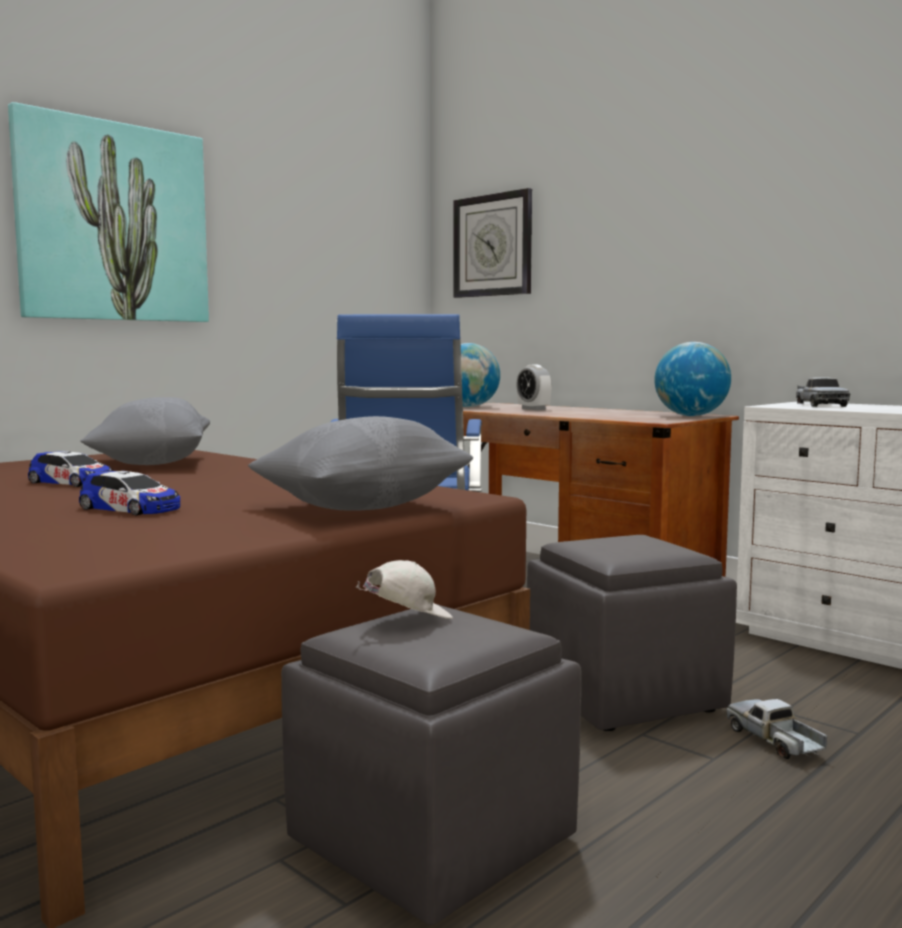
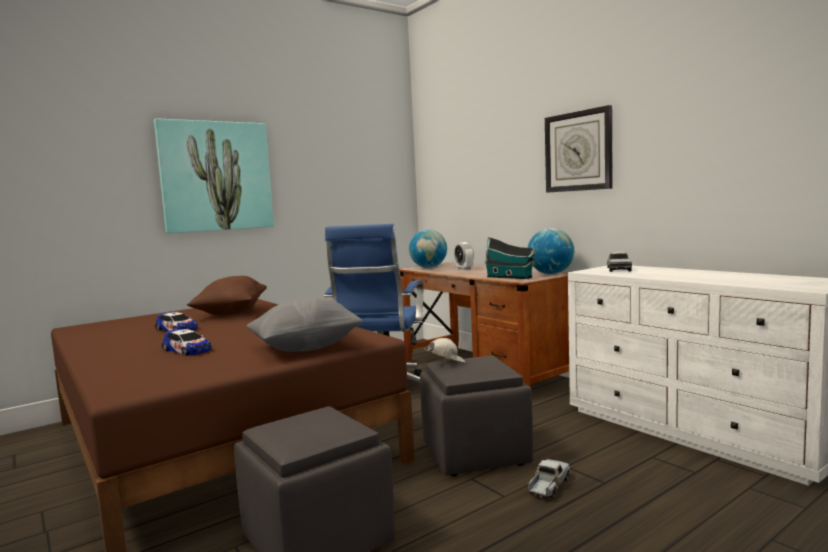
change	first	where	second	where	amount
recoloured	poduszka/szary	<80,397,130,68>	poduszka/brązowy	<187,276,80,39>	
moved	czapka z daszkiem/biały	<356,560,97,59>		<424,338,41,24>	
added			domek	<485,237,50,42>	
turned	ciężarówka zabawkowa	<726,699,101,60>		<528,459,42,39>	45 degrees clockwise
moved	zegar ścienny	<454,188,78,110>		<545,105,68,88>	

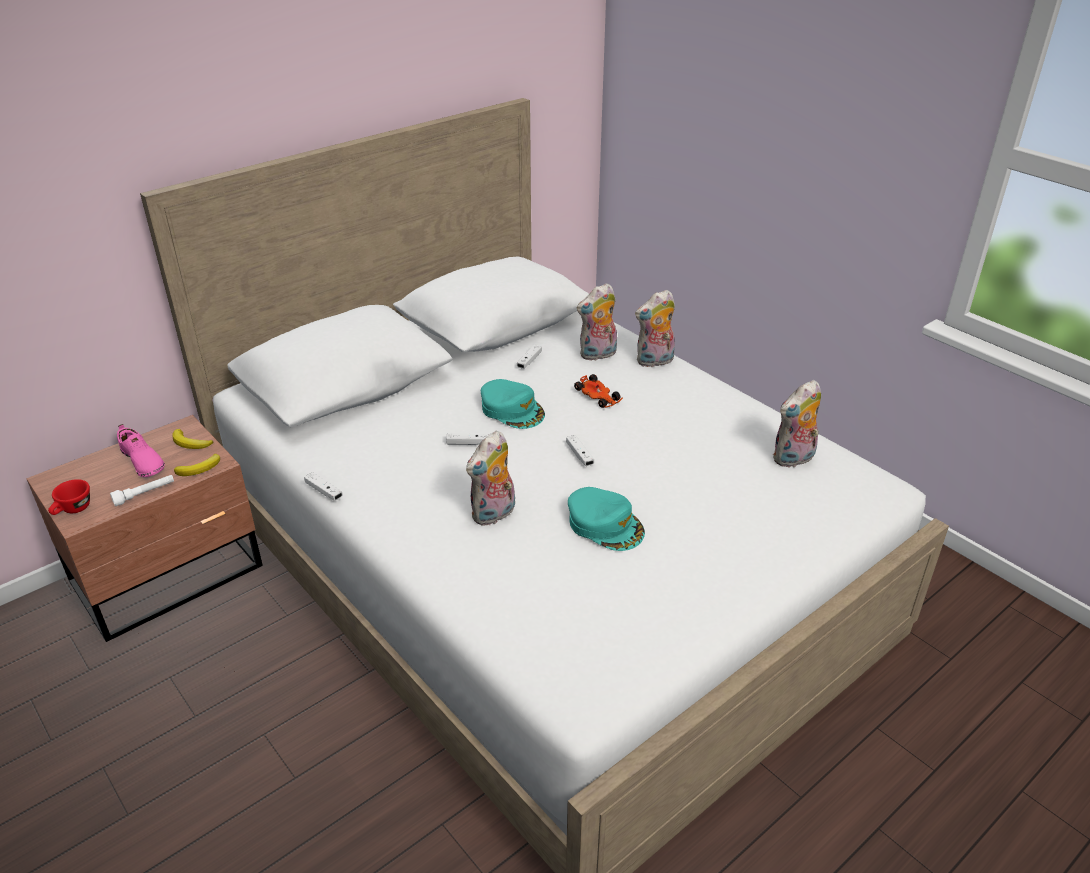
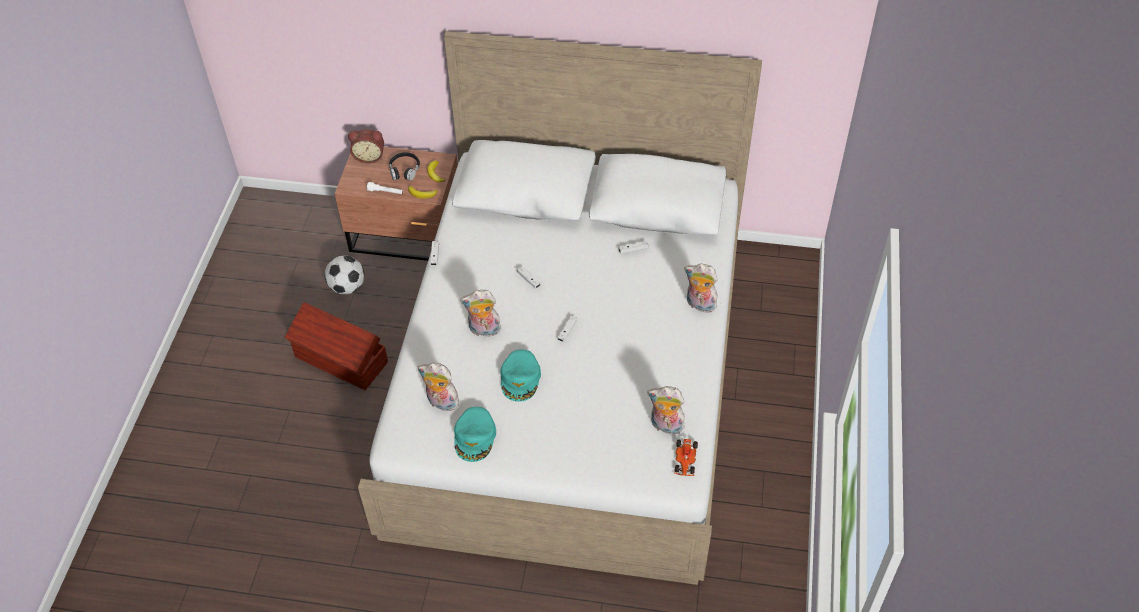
change	first	where	second	where	amount
added			pojemnik do przechowywania/brązowy	<285,302,103,88>	
added			piłka futbolowa	<325,256,40,38>	
added			budzik	<348,130,36,33>	
replaced	but/różowy	<117,424,48,53>	słuchawki/czarny	<389,152,31,29>	
moved	pluszak	<577,283,40,78>		<418,363,41,48>	
moved	czapka z daszkiem/turkusowy	<481,379,64,50>		<454,407,42,55>	
moved	samochodzik	<574,374,49,34>		<674,439,24,37>	
removed	filiżanka/czerwony	<48,479,42,36>			

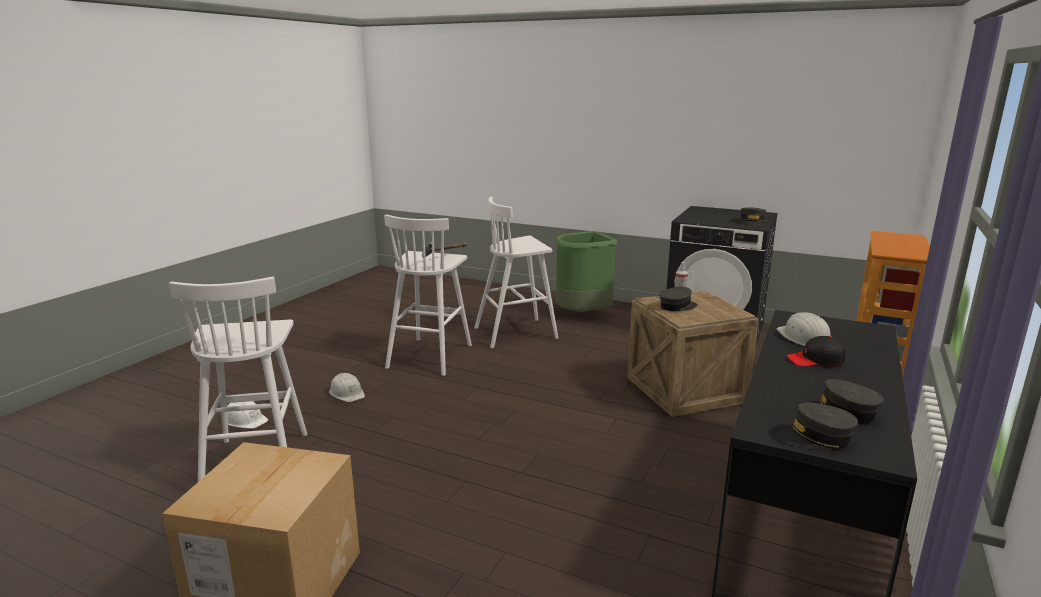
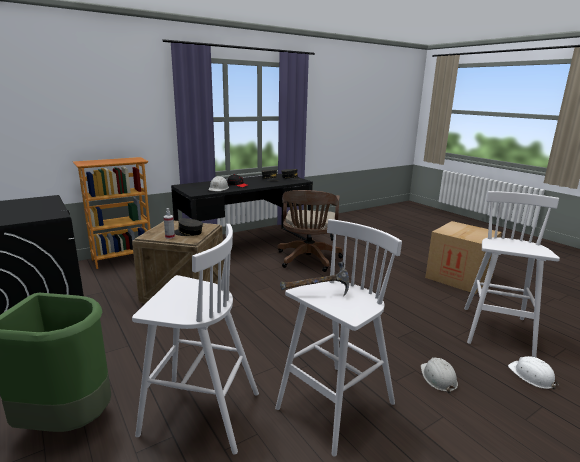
change	first	where	second	where	amount
added			krzesło biurowe/brązowy	<278,190,65,82>	
removed	czapka z daszkiem/szary	<740,207,26,19>			

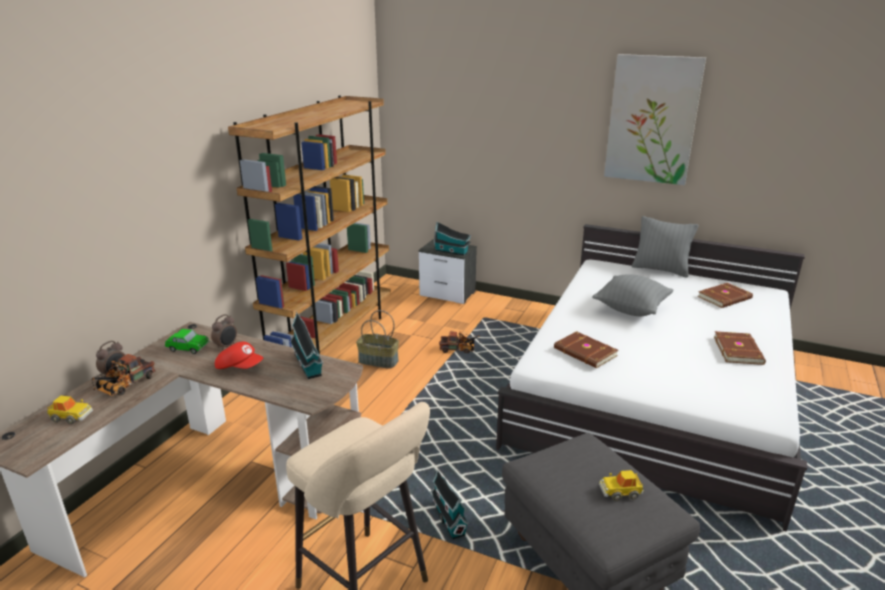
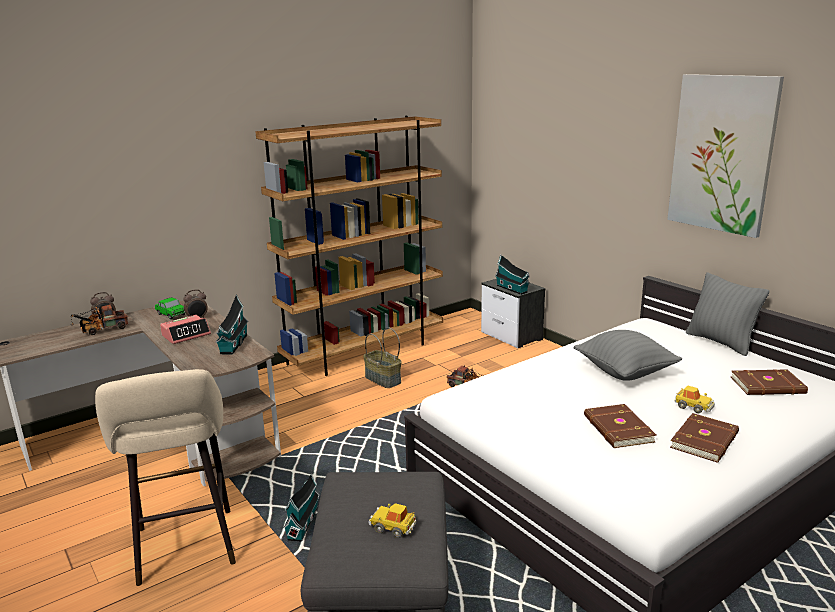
change	first	where	second	where	amount
replaced	czapka z daszkiem/czerwony	<215,342,48,27>	budzik	<160,315,51,29>	
moved	książka/brązowy	<554,331,64,37>		<584,404,72,44>	
moved	samochodzik	<47,396,46,28>		<674,386,41,27>	

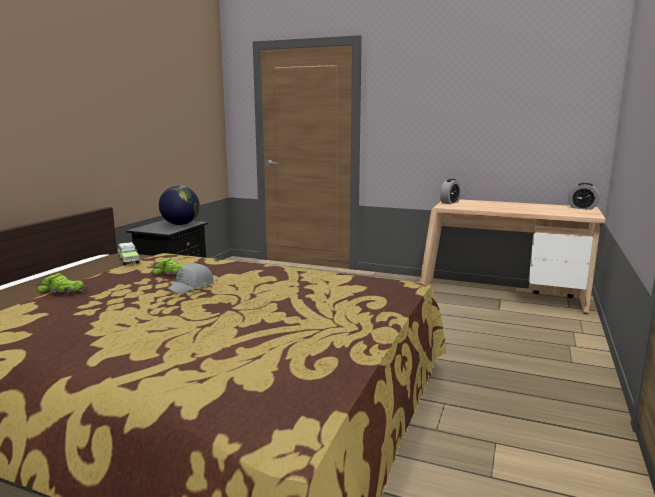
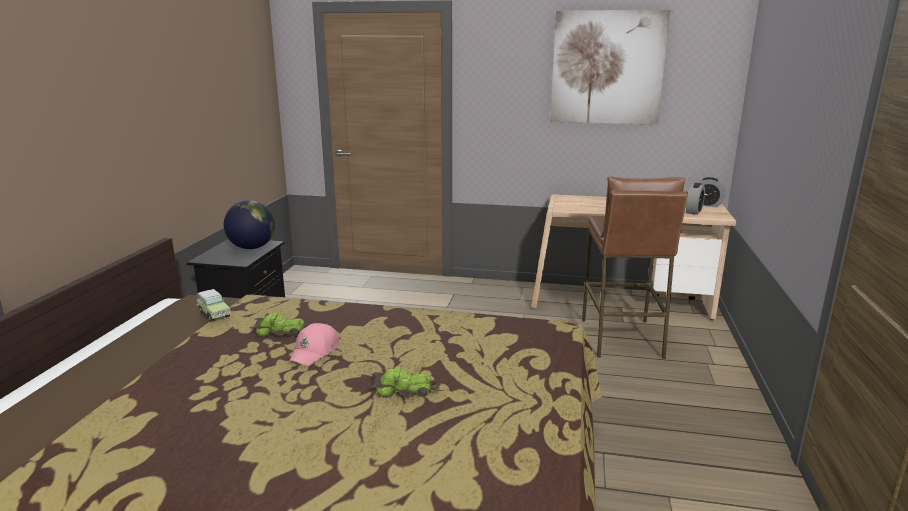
change	first	where	second	where	amount
recoloured	czapka z daszkiem/szary	<166,263,47,31>	czapka z daszkiem/różowy	<289,323,50,43>	
moved	samochodzik	<31,273,61,22>		<370,366,74,32>	
added			obraz	<550,10,120,115>	
added			stołek/brązowy	<582,176,106,183>	
moved	budzik	<440,179,21,25>		<686,183,19,32>	

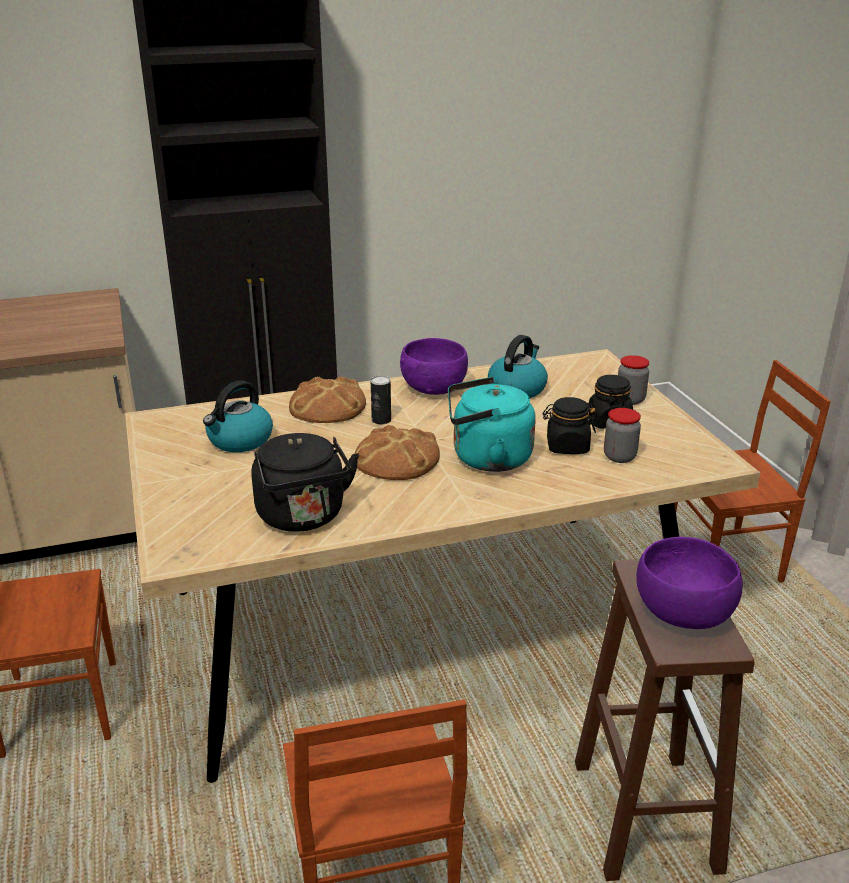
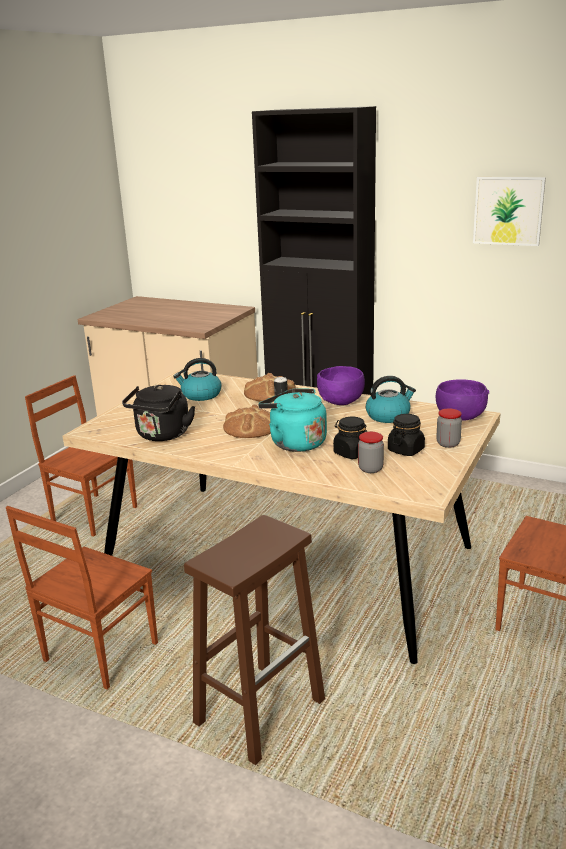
change	first	where	second	where	amount
moved	miska/fioletowy	<636,537,107,92>		<436,379,53,42>	
added			obraz	<473,177,73,69>	

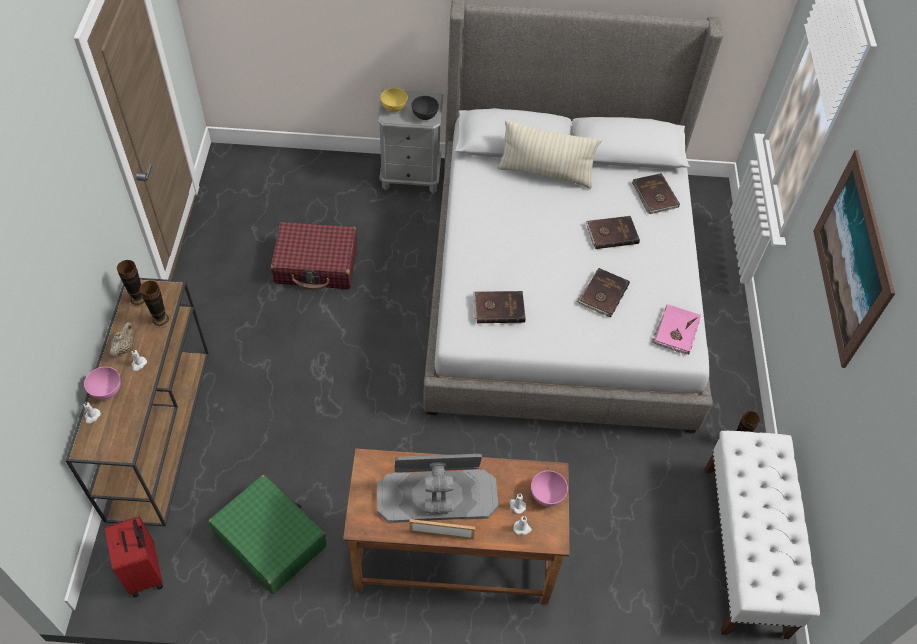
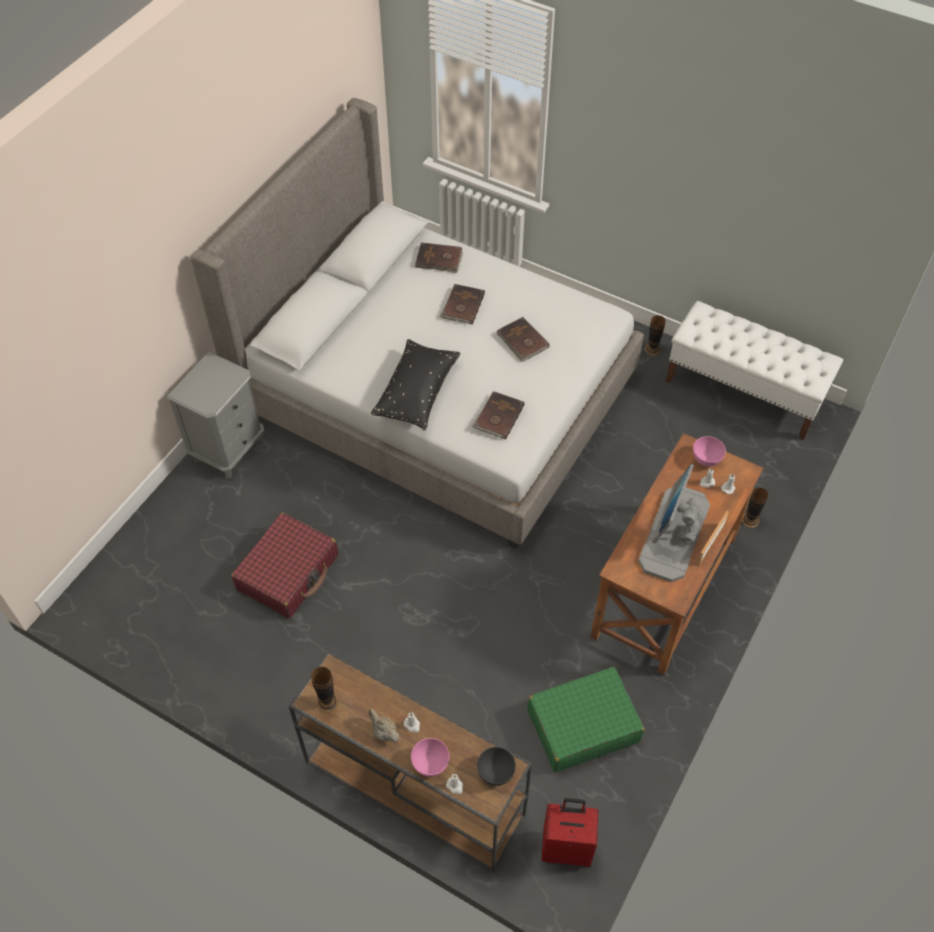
change	first	where	second	where	amount
added			poduszka/czarny	<371,339,89,91>	
moved	miska/szary	<412,96,27,24>		<477,747,39,39>	
moved	wazon	<140,281,31,47>		<742,487,27,41>	
removed	miska/żółty	<380,88,28,24>			
removed	poduszka/beżowy	<498,120,104,69>			
removed	książka/różowy	<652,304,49,51>			
removed	obraz	<813,150,83,218>			

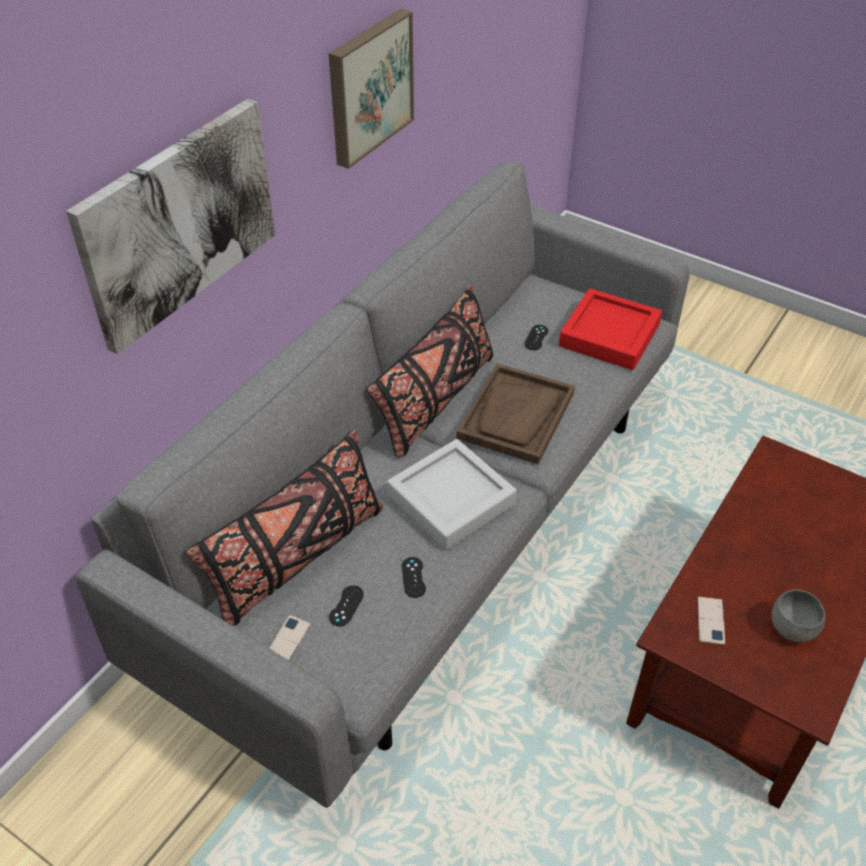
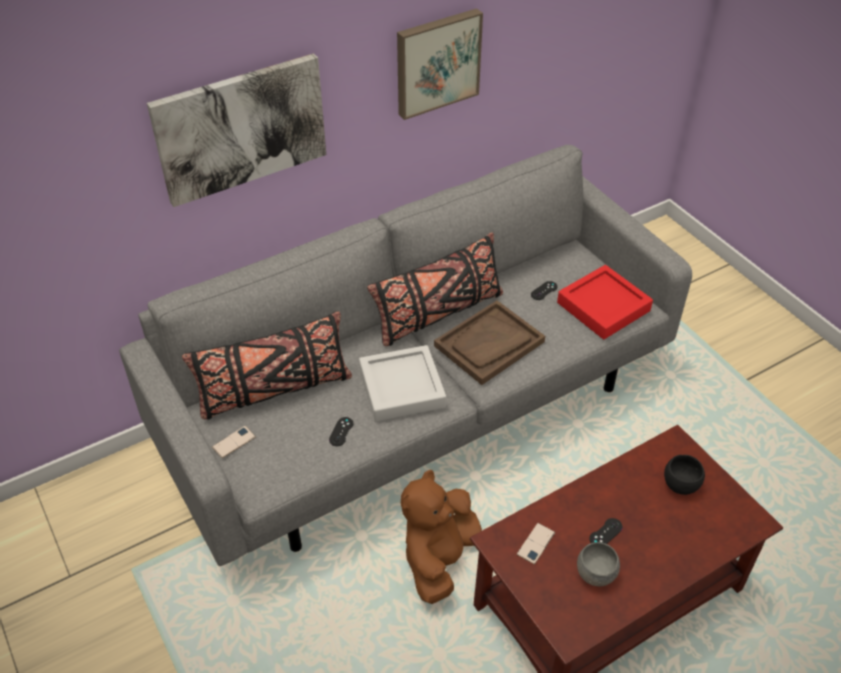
change	first	where	second	where	amount
added			pluszak/brązowy	<401,470,81,134>	
moved	pad do gier/czarny	<329,585,35,41>		<589,518,34,26>	
added			miska/czarny	<664,455,41,40>	

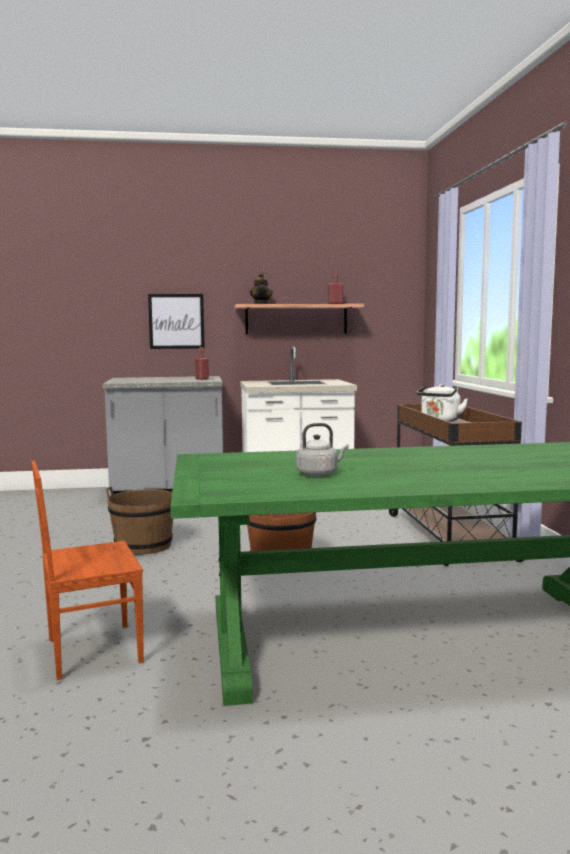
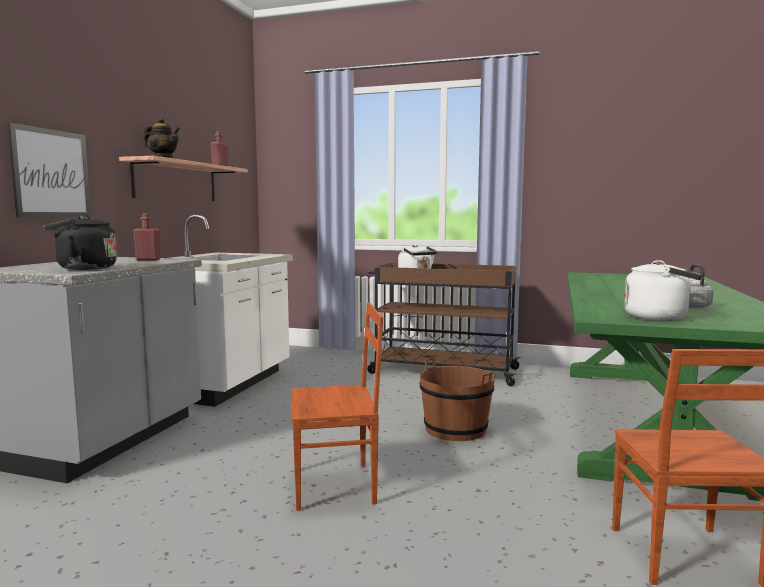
change	first	where	second	where	amount
added			czajnik/czarny	<42,215,75,55>	
replaced	wiadro/brązowy	<106,486,67,69>	krzesło/brązowy	<291,302,92,209>	
added			czajnik/biały	<624,260,78,61>	

